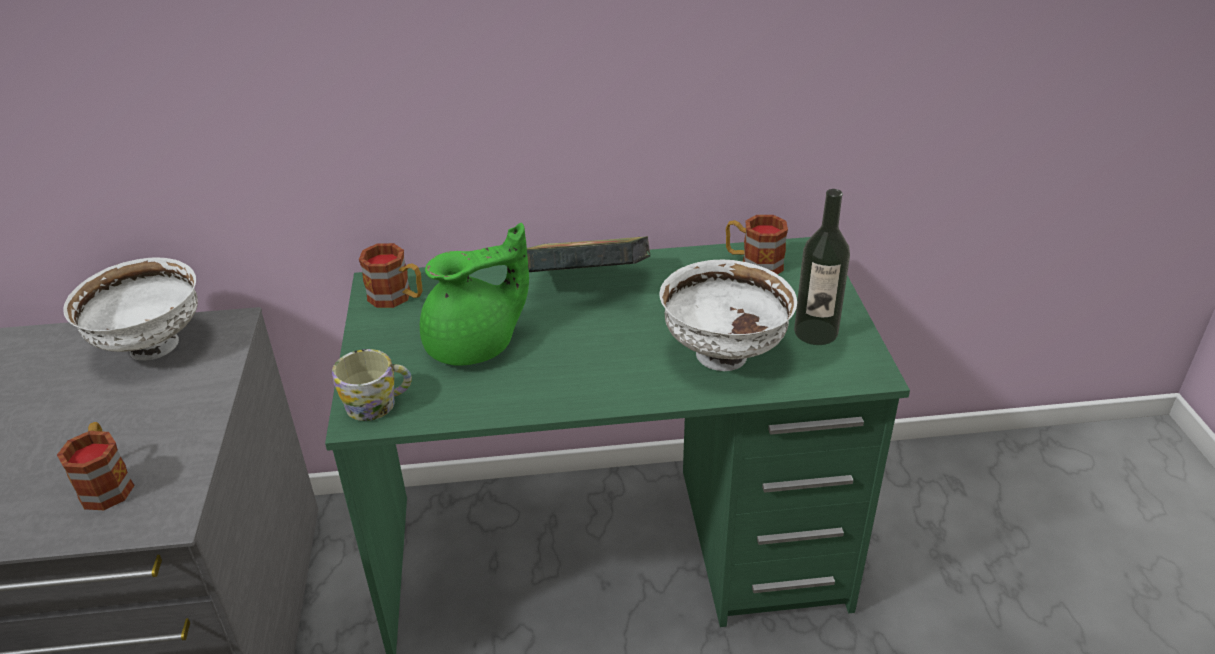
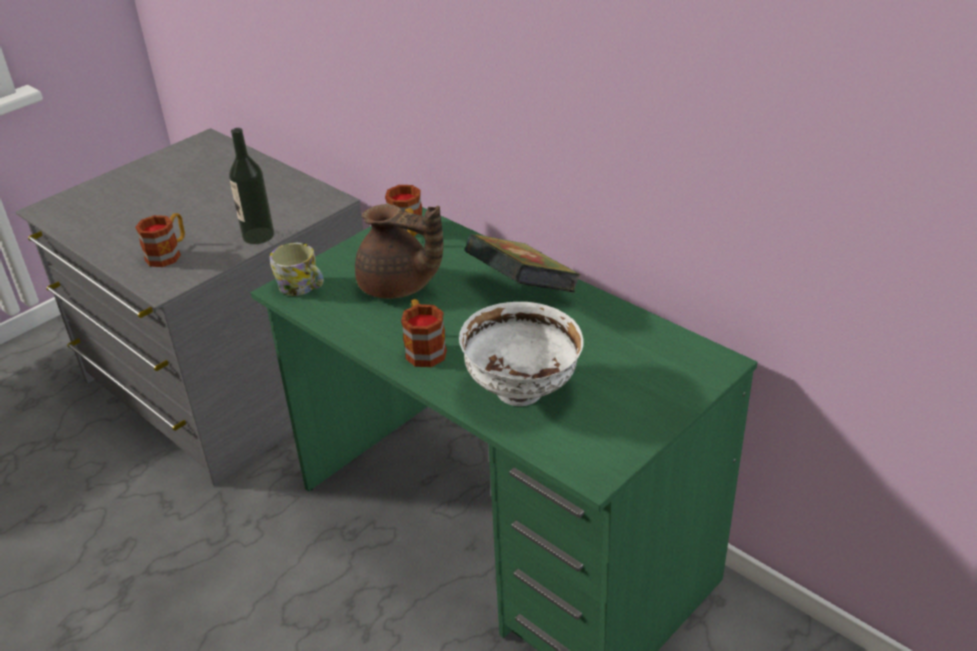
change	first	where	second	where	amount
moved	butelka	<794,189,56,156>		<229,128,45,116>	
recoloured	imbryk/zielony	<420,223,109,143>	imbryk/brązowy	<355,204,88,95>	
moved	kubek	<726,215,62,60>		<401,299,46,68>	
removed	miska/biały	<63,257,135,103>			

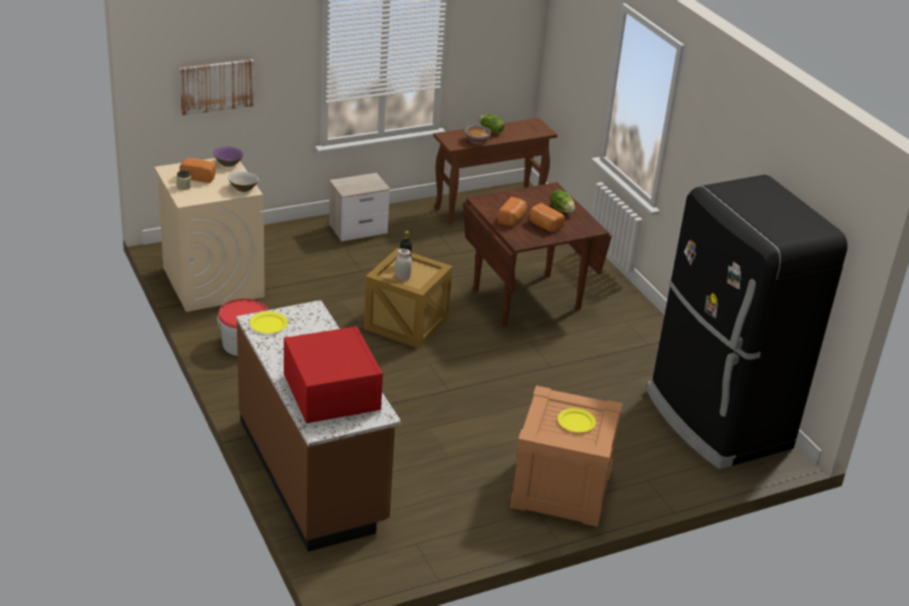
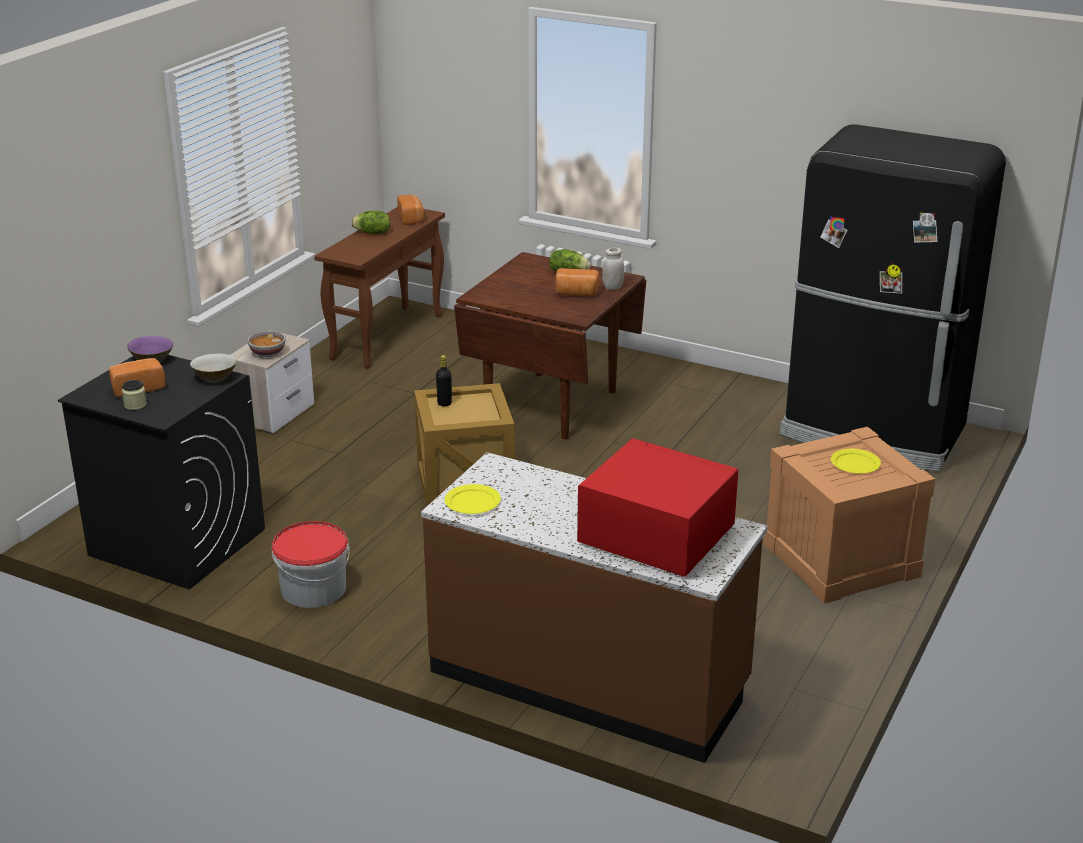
change	first	where	second	where	amount
recoloured	pralka/beżowy	<154,158,111,154>	pralka/czarny	<58,355,207,235>	
moved	miska	<465,125,26,19>		<248,331,37,26>	
moved	chleb	<498,197,29,29>		<397,195,27,30>	
moved	słoik/biały	<395,249,17,32>		<602,248,22,42>	
removed	obraz	<179,59,76,56>			

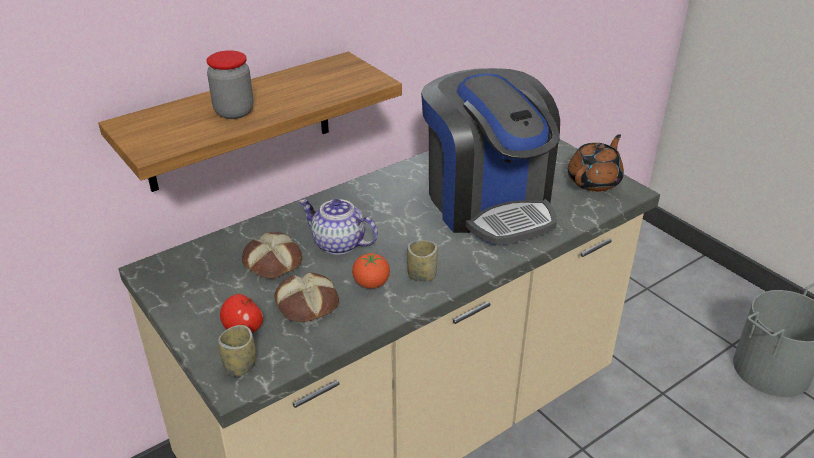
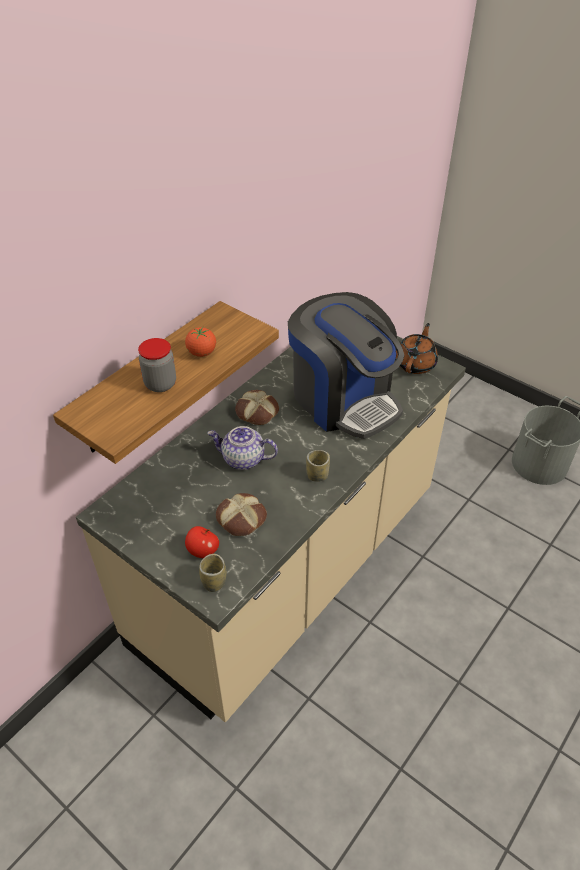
change	first	where	second	where	amount
moved	pomidor	<352,253,38,36>		<185,326,31,31>	
moved	chleb	<242,232,60,47>		<235,390,44,35>	

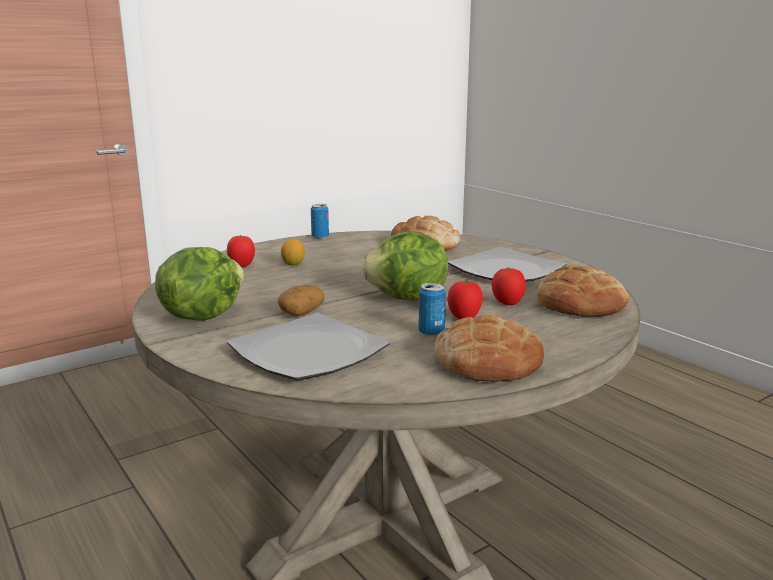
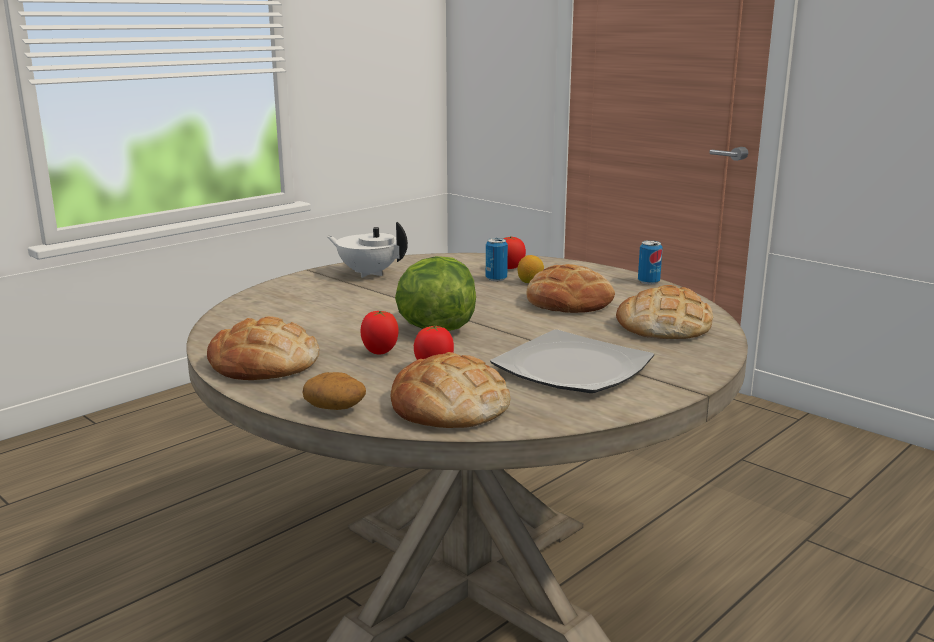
change	first	where	second	where	amount
moved	ziemniak	<278,285,46,31>		<302,372,64,38>	
replaced	sałata	<155,247,89,74>	imbryk/biały	<327,222,81,56>	
moved	puszka	<418,283,28,54>		<486,238,22,43>	
added			chleb	<526,264,89,49>	
removed	talerz	<227,313,163,67>			

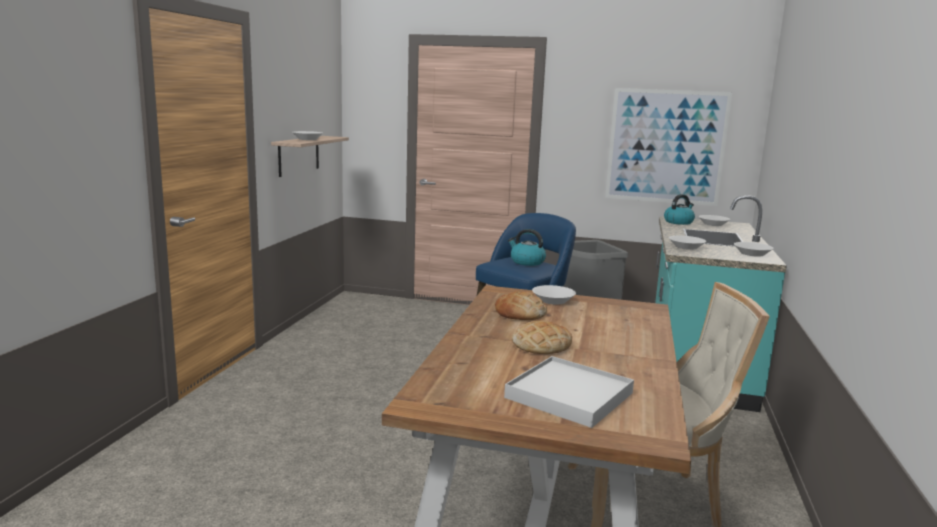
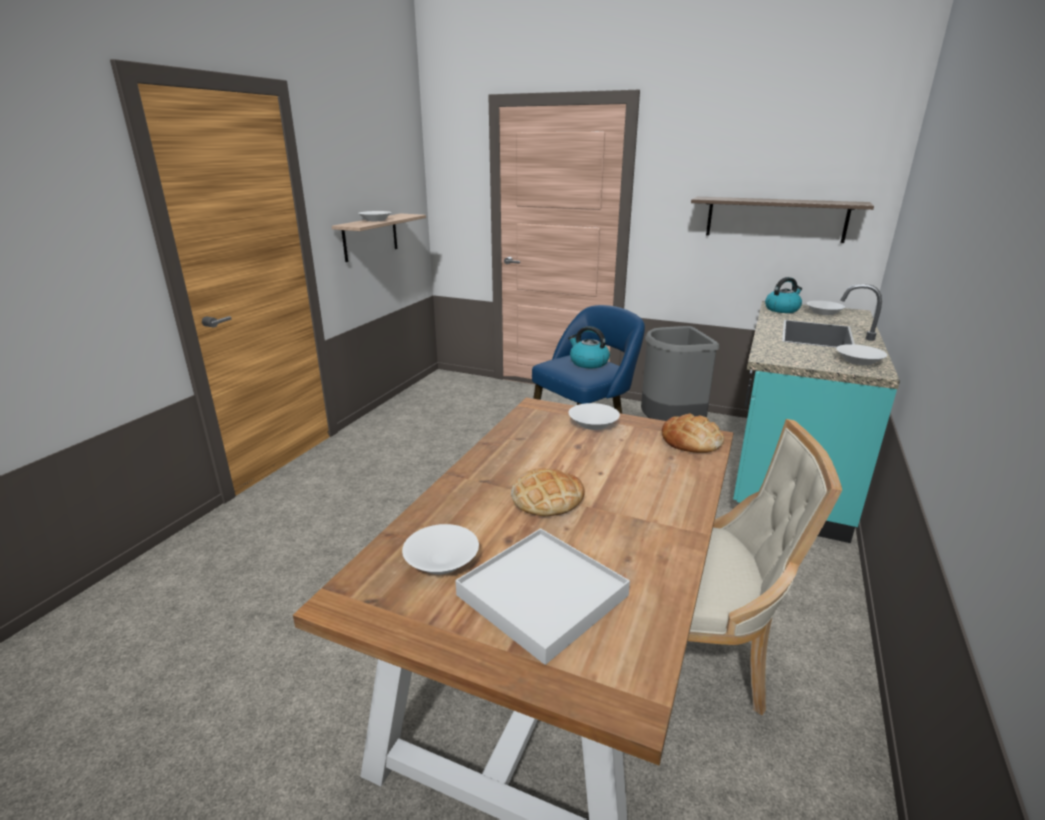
change	first	where	second	where	amount
moved	miska/biały	<669,236,37,14>		<402,524,77,50>	
moved	chleb	<495,291,52,29>		<662,414,62,39>	
replaced	obraz	<605,88,127,118>	półka	<691,197,183,46>	

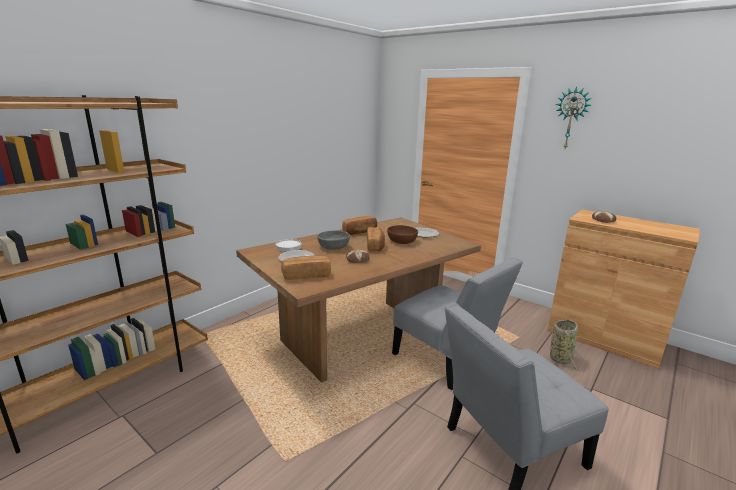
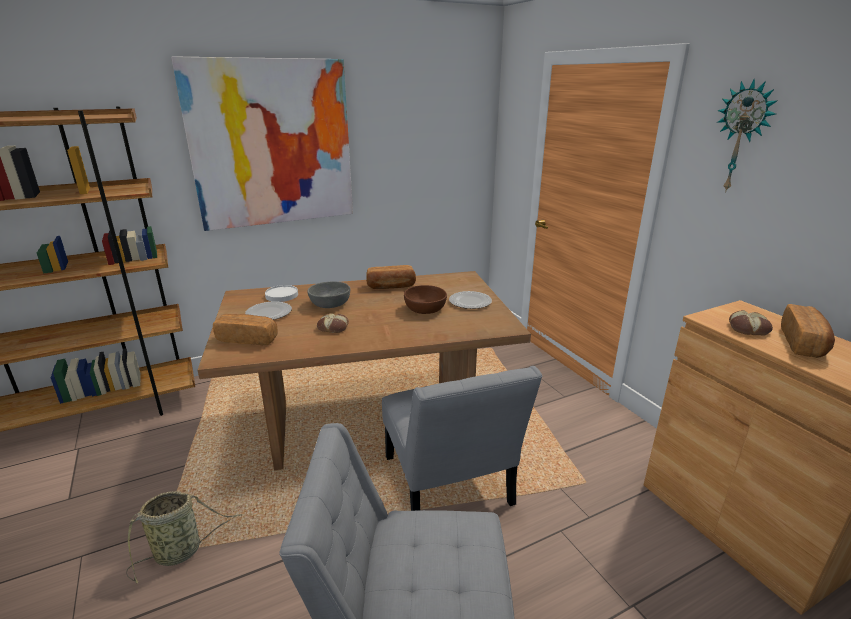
change	first	where	second	where	amount
moved	koszyk	<550,319,28,52>		<126,491,116,92>	
added			obraz	<171,56,182,175>	
moved	chleb	<367,227,18,25>		<781,304,54,54>	

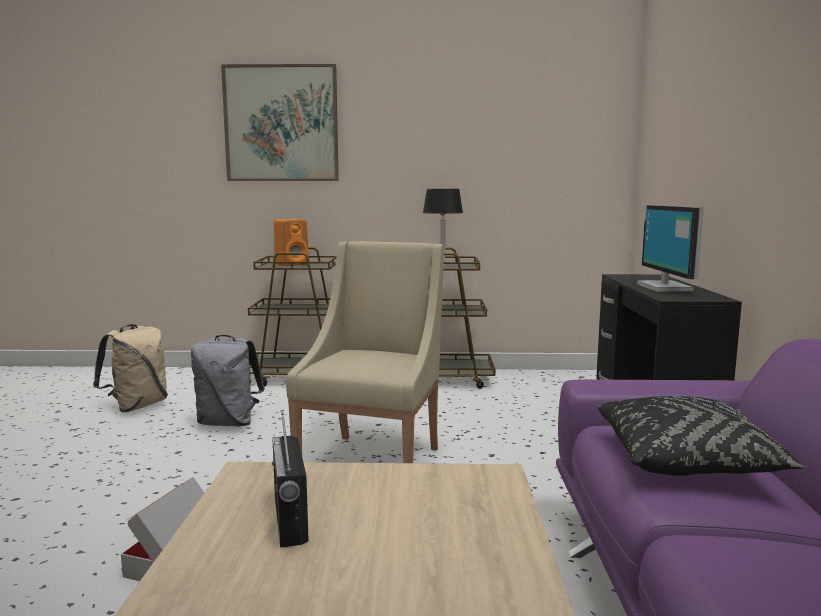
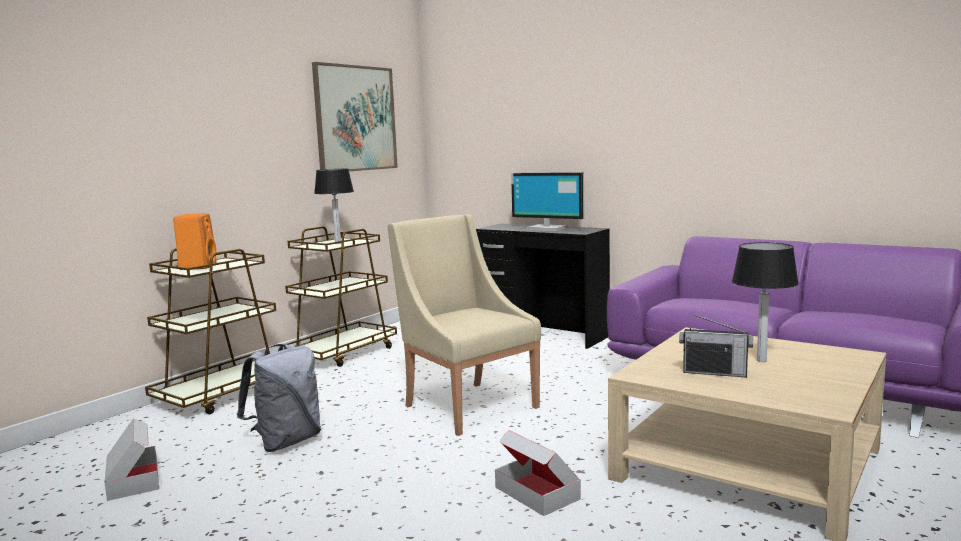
change	first	where	second	where	amount
replaced	plecak/beżowy	<93,324,75,89>	karton	<104,418,55,83>	
moved	obraz	<221,64,118,117>		<312,62,86,109>	
added			lampa stołowa	<732,242,67,120>	
removed	poduszka/czarny	<598,396,208,80>			

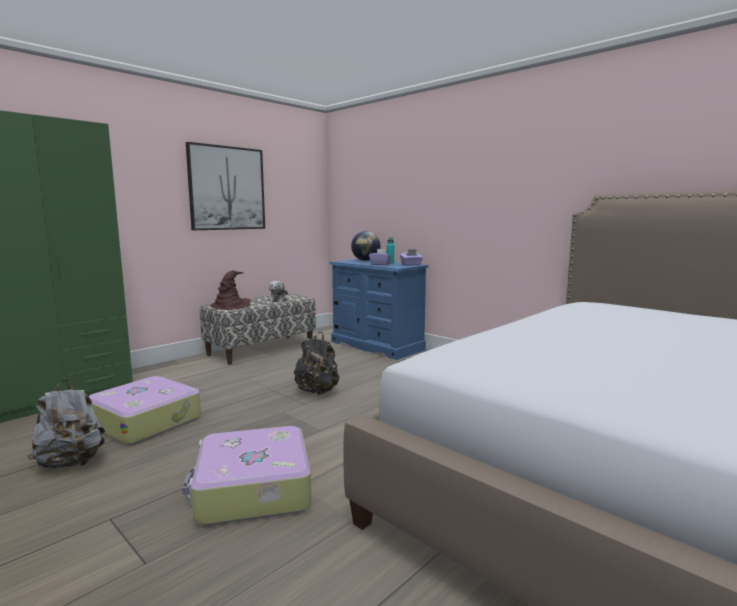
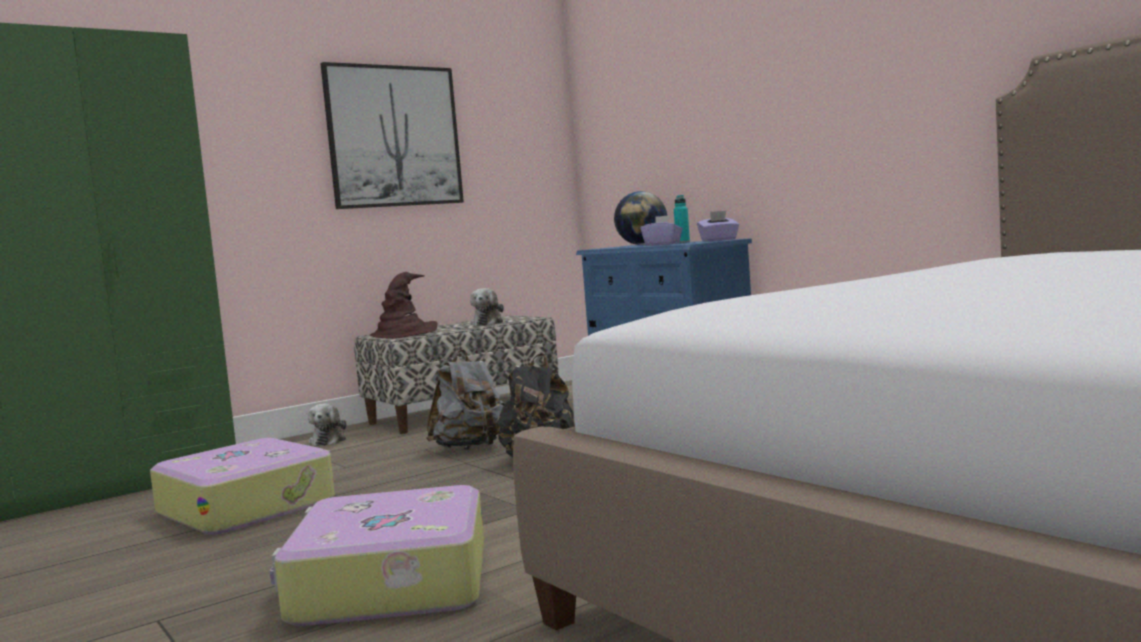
change	first	where	second	where	amount
added			pluszak	<308,403,39,43>	
moved	plecak/szary	<28,379,77,89>		<426,349,79,101>	

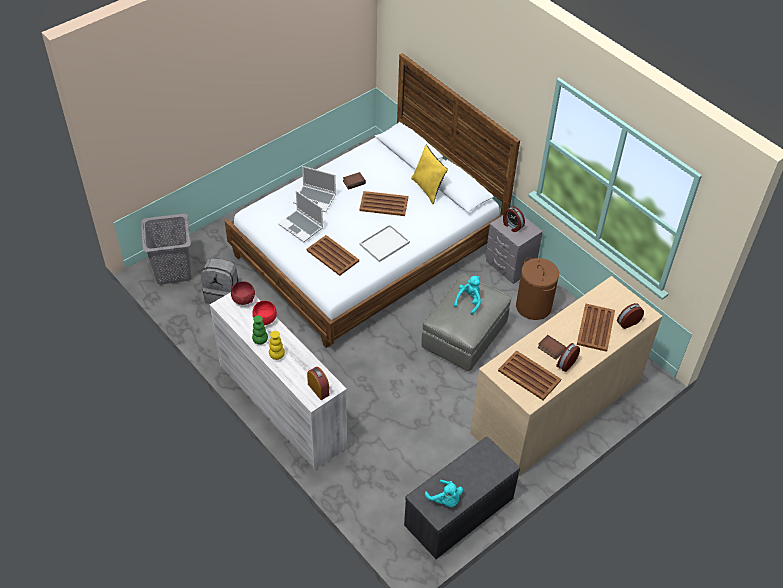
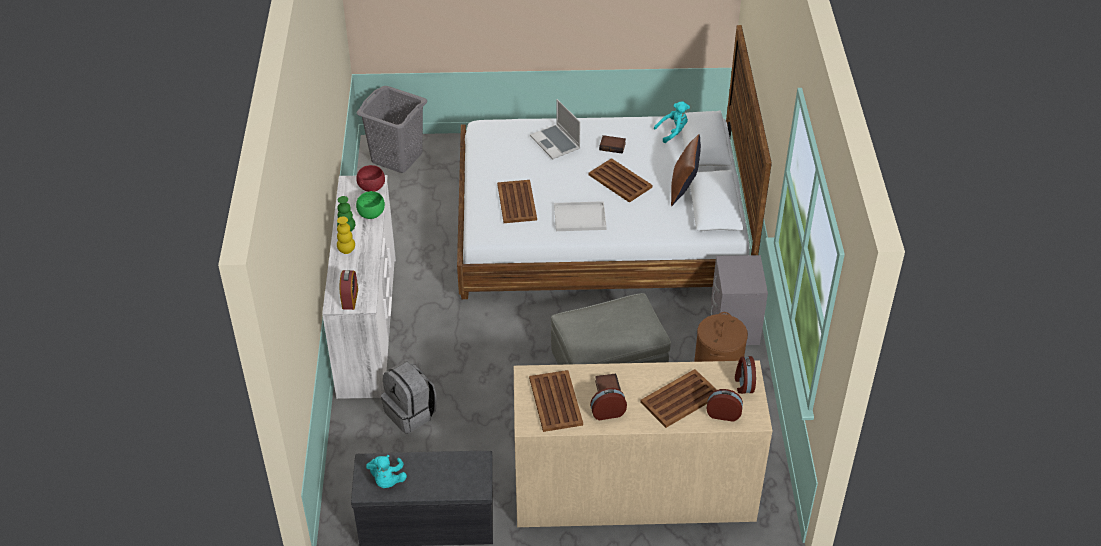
change	first	where	second	where	amount
recoloured	miska/czerwony	<252,301,25,24>	miska/zielony	<356,191,29,28>	
moved	plecak/szary	<201,258,38,46>		<381,361,56,73>	
moved	pluszak/turkusowy	<454,276,27,39>		<654,101,36,42>	
recoloured	poduszka/żółty	<411,145,37,59>	poduszka/brązowy	<671,134,30,72>	
moved	budzik	<503,206,22,26>		<735,356,21,38>	
removed	laptop	<278,191,45,51>			

